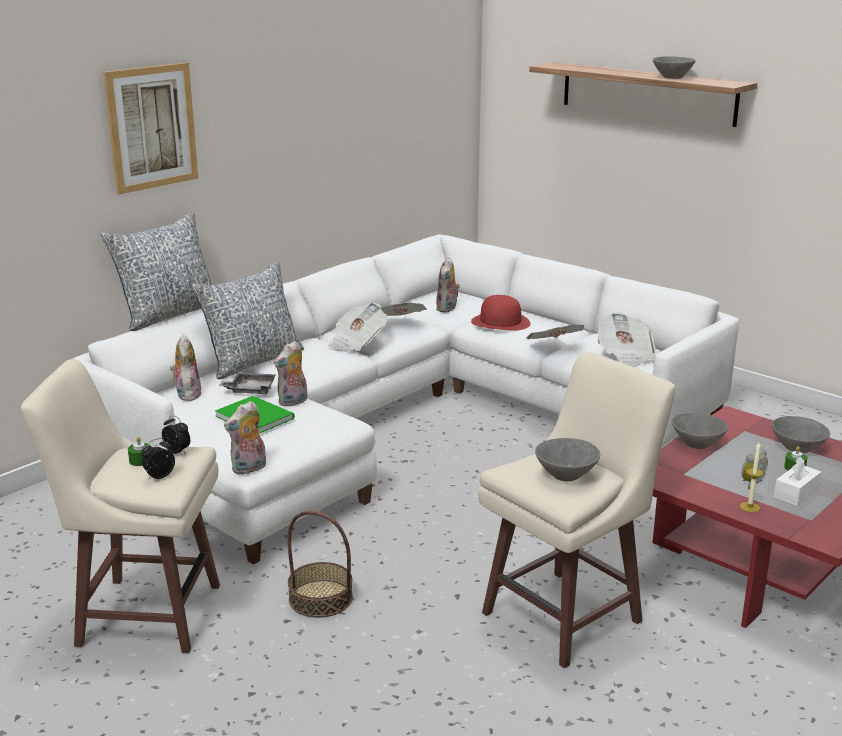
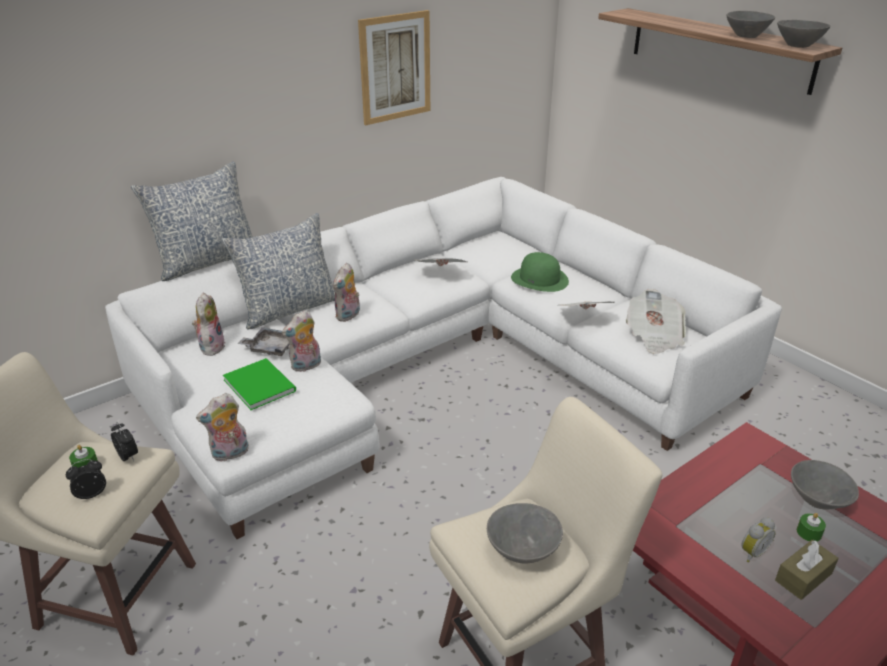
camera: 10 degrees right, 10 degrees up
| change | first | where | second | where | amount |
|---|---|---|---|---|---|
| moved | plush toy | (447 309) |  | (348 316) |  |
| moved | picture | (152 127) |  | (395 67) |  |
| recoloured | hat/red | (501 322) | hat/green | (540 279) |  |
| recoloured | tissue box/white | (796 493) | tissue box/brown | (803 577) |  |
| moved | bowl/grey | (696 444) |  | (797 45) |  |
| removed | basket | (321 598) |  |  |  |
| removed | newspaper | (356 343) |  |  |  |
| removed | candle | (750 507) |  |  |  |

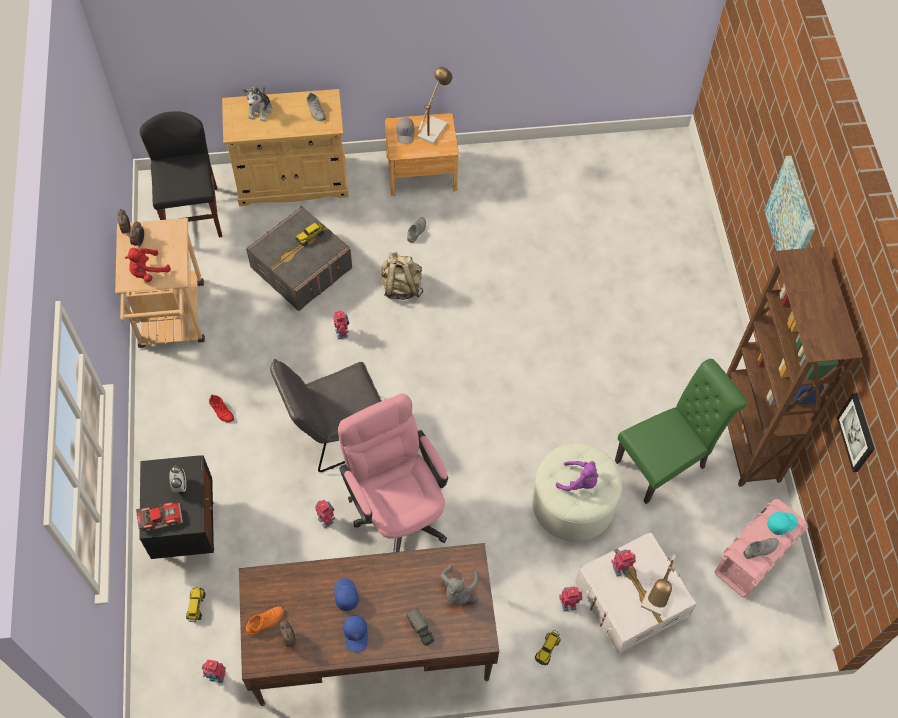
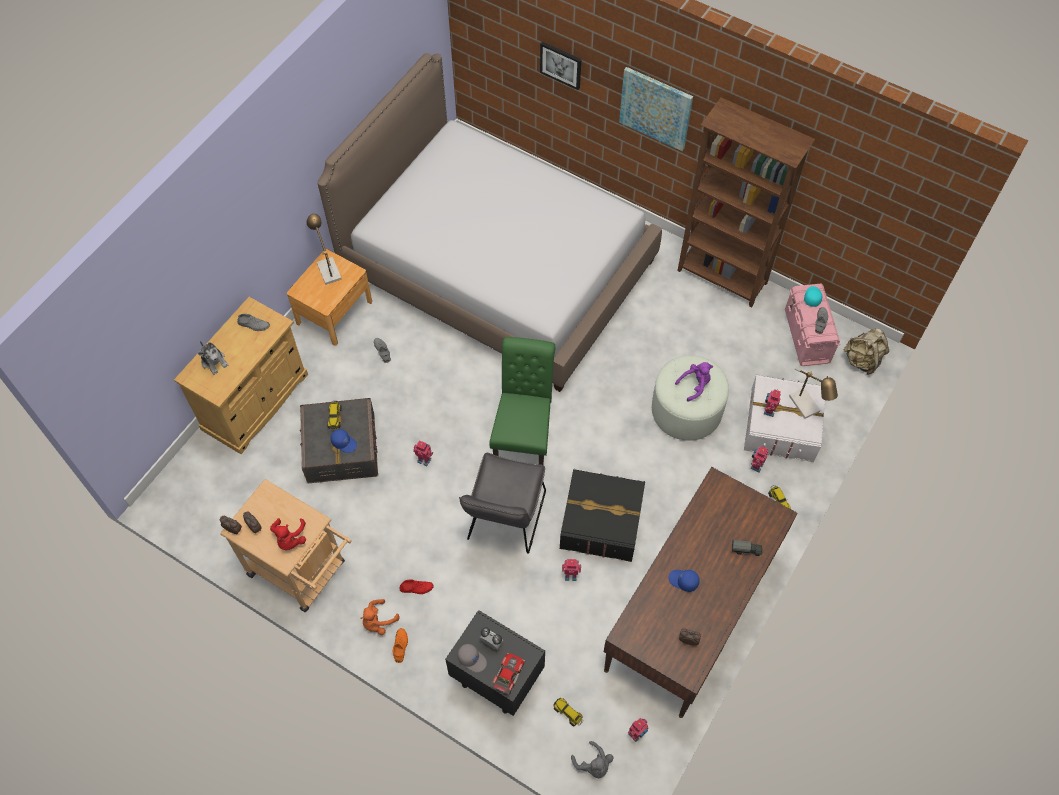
camera: 50 degrees left, 0 degrees up
| change | first | where | second | where | amount |
|---|---|---|---|---|---|
| added |  |  | bed | (498 267) |  |
| moved | cap/blue | (356 635) |  | (344 442) |  |
| added |  |  | plush toy/orange | (378 622) |  |
| moved | shoe/orange | (265 621) |  | (400 646) |  |
| moved | cap/grey | (406 134) |  | (472 659) |  |
| moved | chair/green | (665 462) |  | (524 435) |  |
| moved | picture | (857 432) |  | (561 65) |  |
| replaced | office chair/pink | (397 509) | storage box/black | (601 522) |  |
| moved | plush toy/grey | (459 592) |  | (593 765) |  |
| moved | backpack/beige | (401 287) |  | (862 360) |  |
| removed | chair/black | (193 216) |  |  |  |

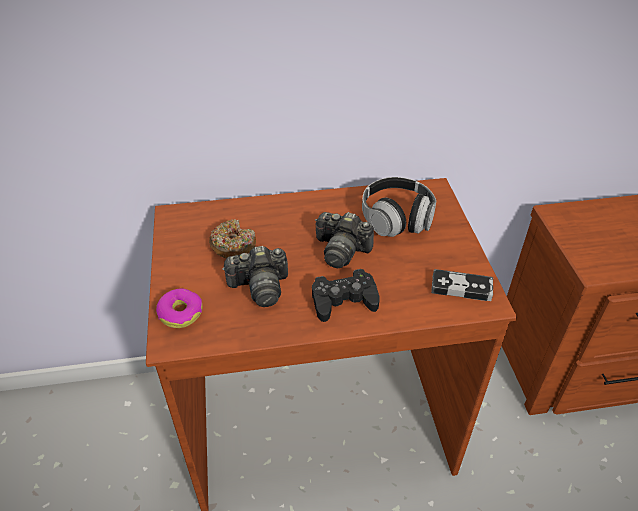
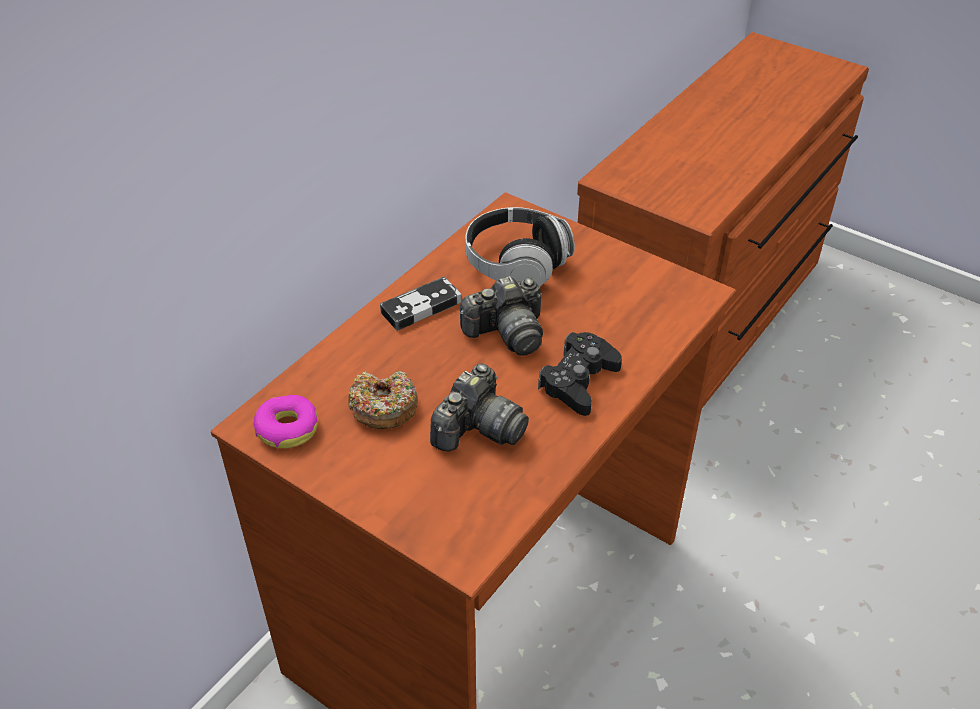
camera: 45 degrees left, 0 degrees up
| change | first | where | second | where | amount |
|---|---|---|---|---|---|
| moved | donut | (180 313) |  | (287 428) |  |
| moved | game controller | (461 288) |  | (421 307) |  |

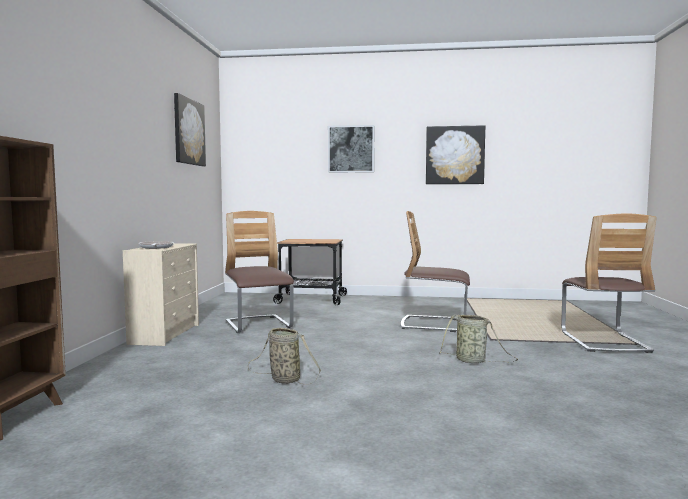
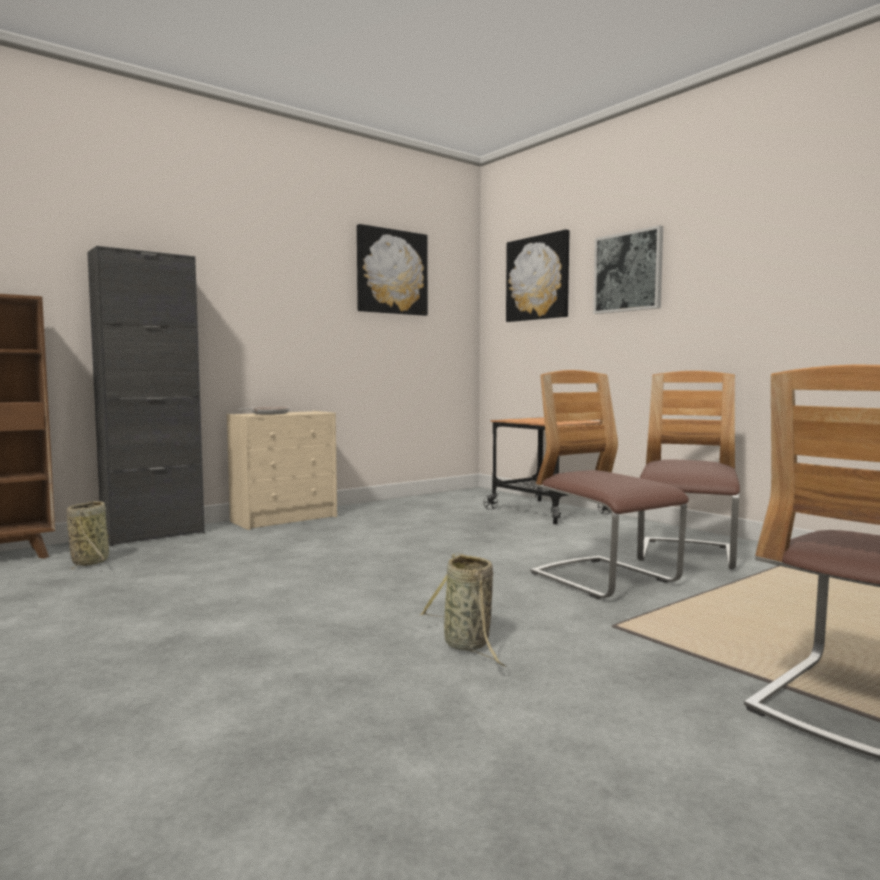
camera: 45 degrees right, 0 degrees up
| change | first | where | second | where | amount |
|---|---|---|---|---|---|
| moved | basket | (283 379) |  | (91 561) |  |
| added |  |  | cabinet/black | (153 535) |  |
| moved | picture | (454 155) |  | (538 278) |  |
| moved | chair | (258 325) |  | (686 555) |  |

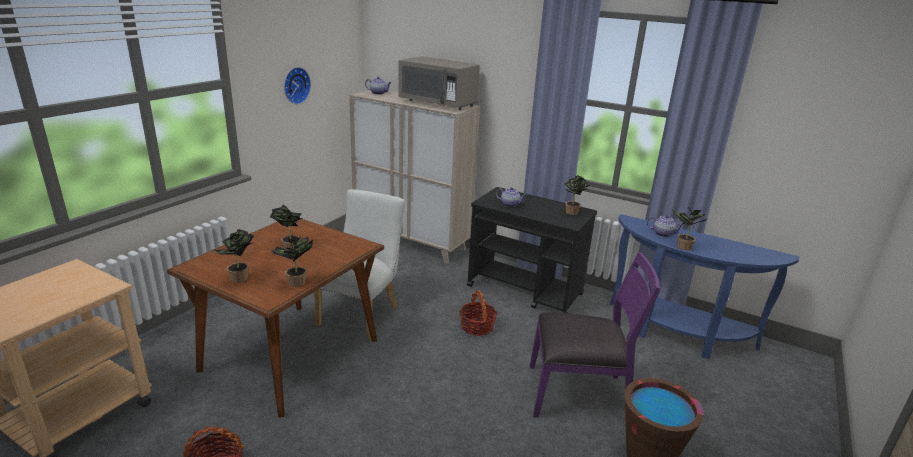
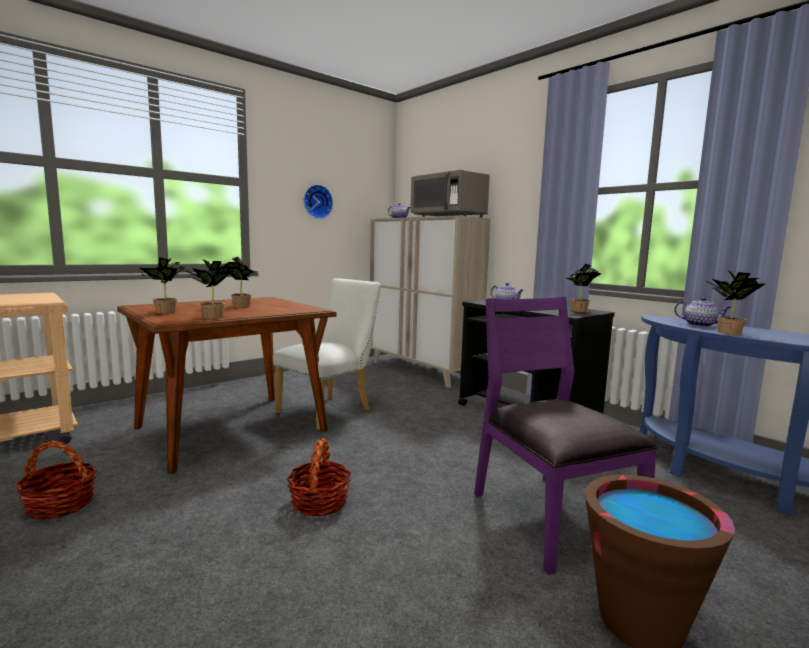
camera: 20 degrees right, 15 degrees down
| change | first | where | second | where | amount |
|---|---|---|---|---|---|
| moved | basket | (477 327) |  | (319 502) |  |
| turned | chair/purple | (578 393) |  | (550 517) | 135 degrees counterclockwise |

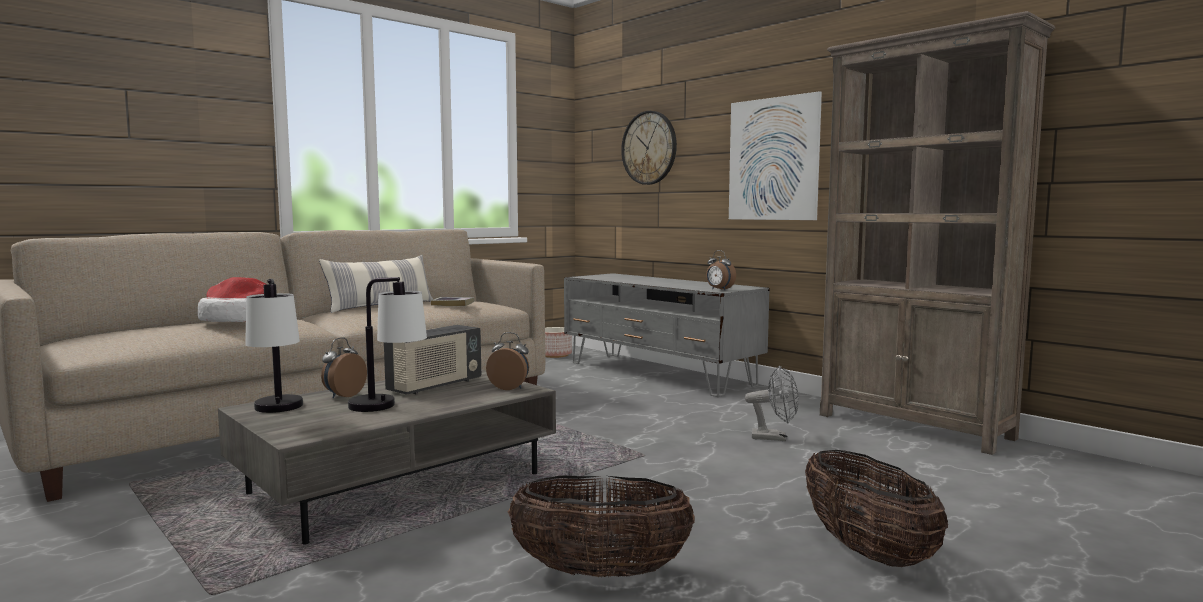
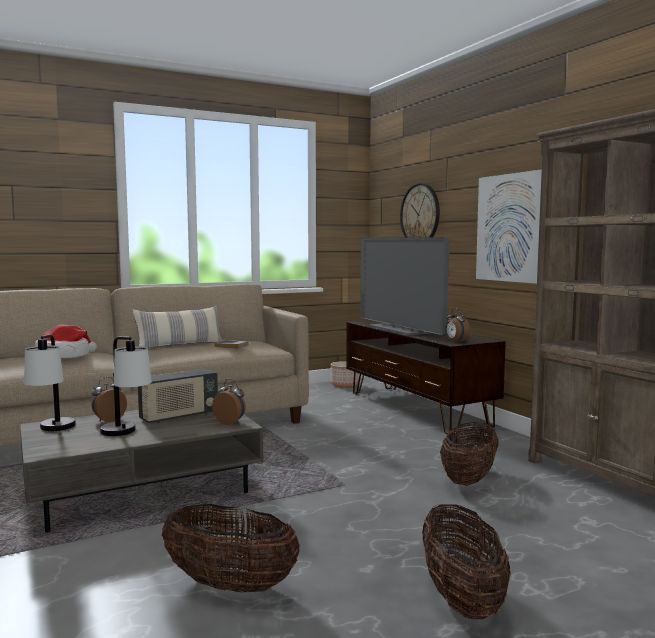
camera: 15 degrees right, 0 degrees up
| change | first | where | second | where | amount |
|---|---|---|---|---|---|
| recoloured | tv stand/grey | (658 374) | tv stand/brown | (416 408) |  |
| added |  |  | television | (402 329) |  |
| replaced | fan/grey | (775 438) | basket | (469 479) |  |

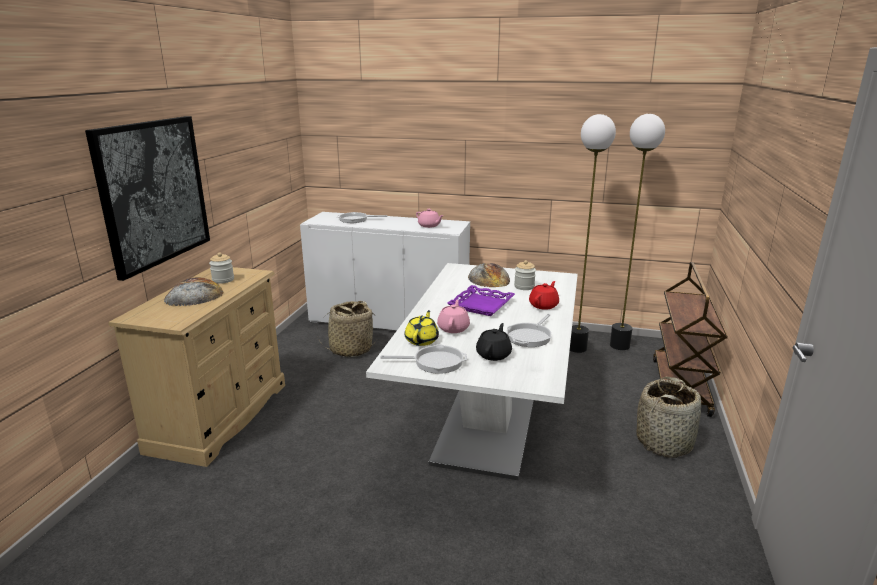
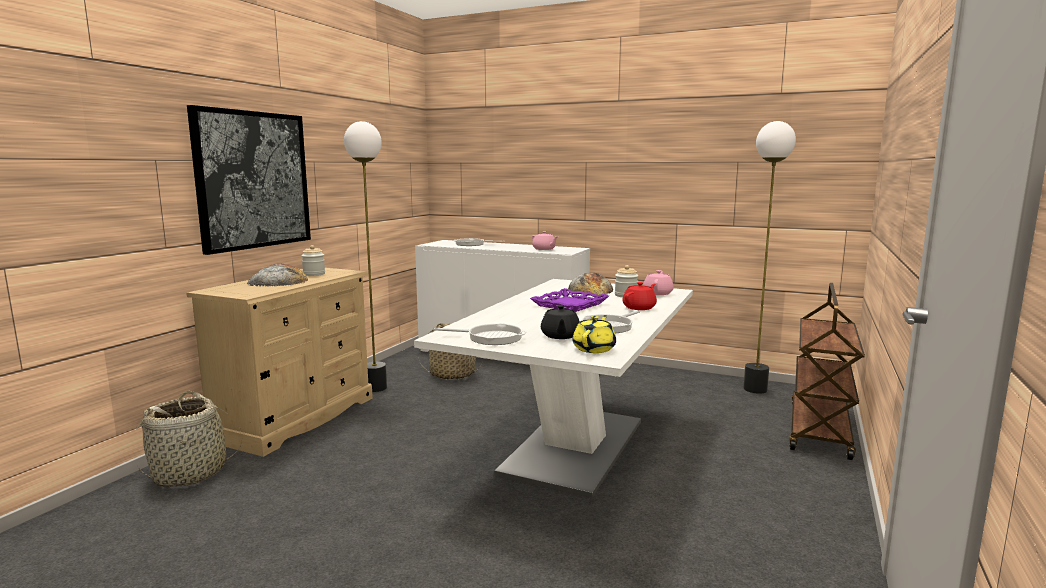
camera: 10 degrees right, 10 degrees down
| change | first | where | second | where | amount |
|---|---|---|---|---|---|
| moved | basket | (664 442) |  | (190 473) |  |
| moved | floor lamp | (576 348) |  | (375 387) |  |
| turned | teapot/black | (494 354) |  | (560 336) | 150 degrees clockwise |
| moved | teapot/yellow | (422 340) |  | (594 349) |  |
| moved | teapot/pink | (453 328) |  | (658 293) |  |

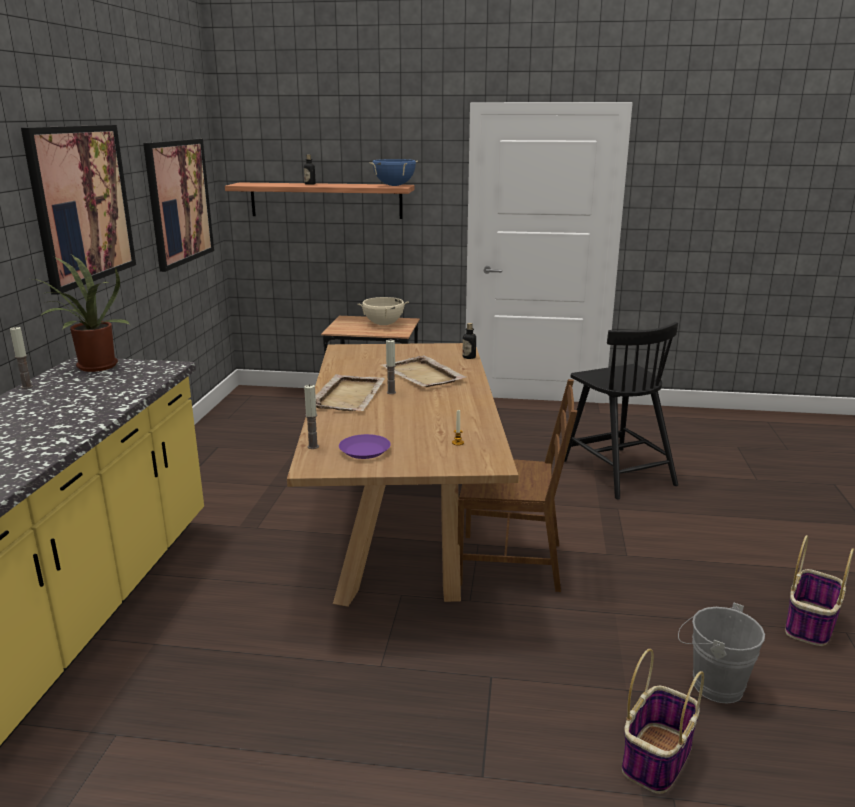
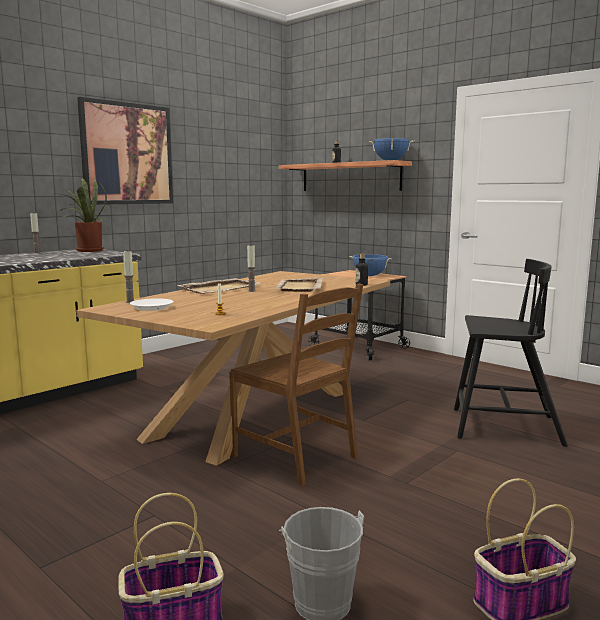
camera: 35 degrees right, 10 degrees down
| change | first | where | second | where | amount |
|---|---|---|---|---|---|
| recoloured | plate/purple | (364 451) | plate/white | (151 307) |  |
| recoloured | cooking pot/beige | (383 324) | cooking pot/blue | (369 276) |  |
| turned | chair/black | (617 471) |  | (503 427) | 90 degrees counterclockwise |
| removed | picture | (179 202) |  |  |  |

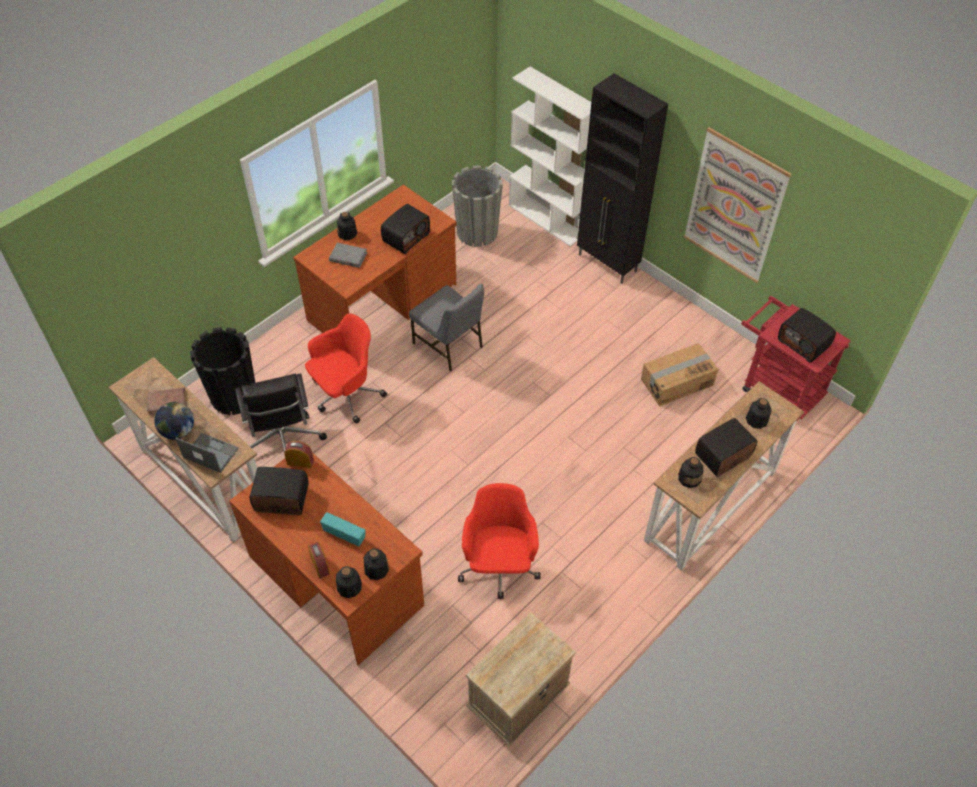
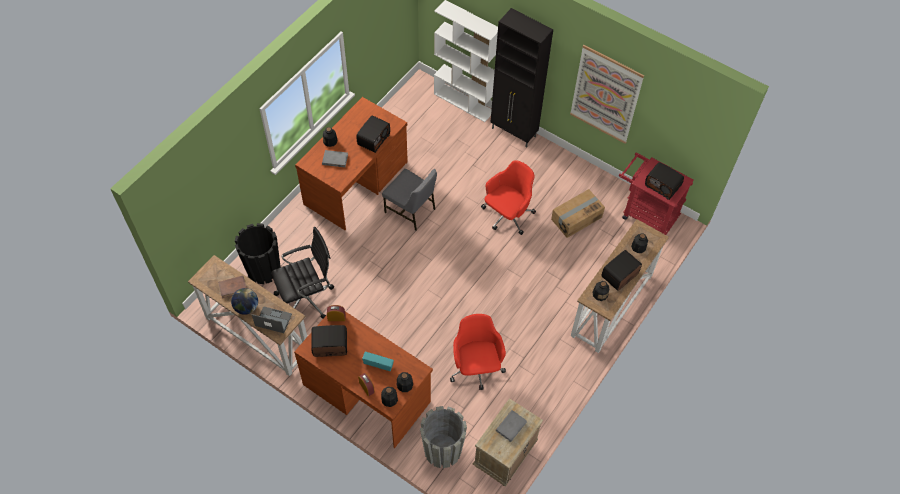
camera: 10 degrees left, 5 degrees up
| change | first | where | second | where | amount |
|---|---|---|---|---|---|
| turned | office chair/black | (283 441) |  | (307 298) | 90 degrees counterclockwise |
| moved | planter/grey | (477 232) |  | (442 450) |  |
| moved | office chair/red | (346 394) |  | (507 215) |  |
| added |  |  | book/grey | (511 426) |  |

